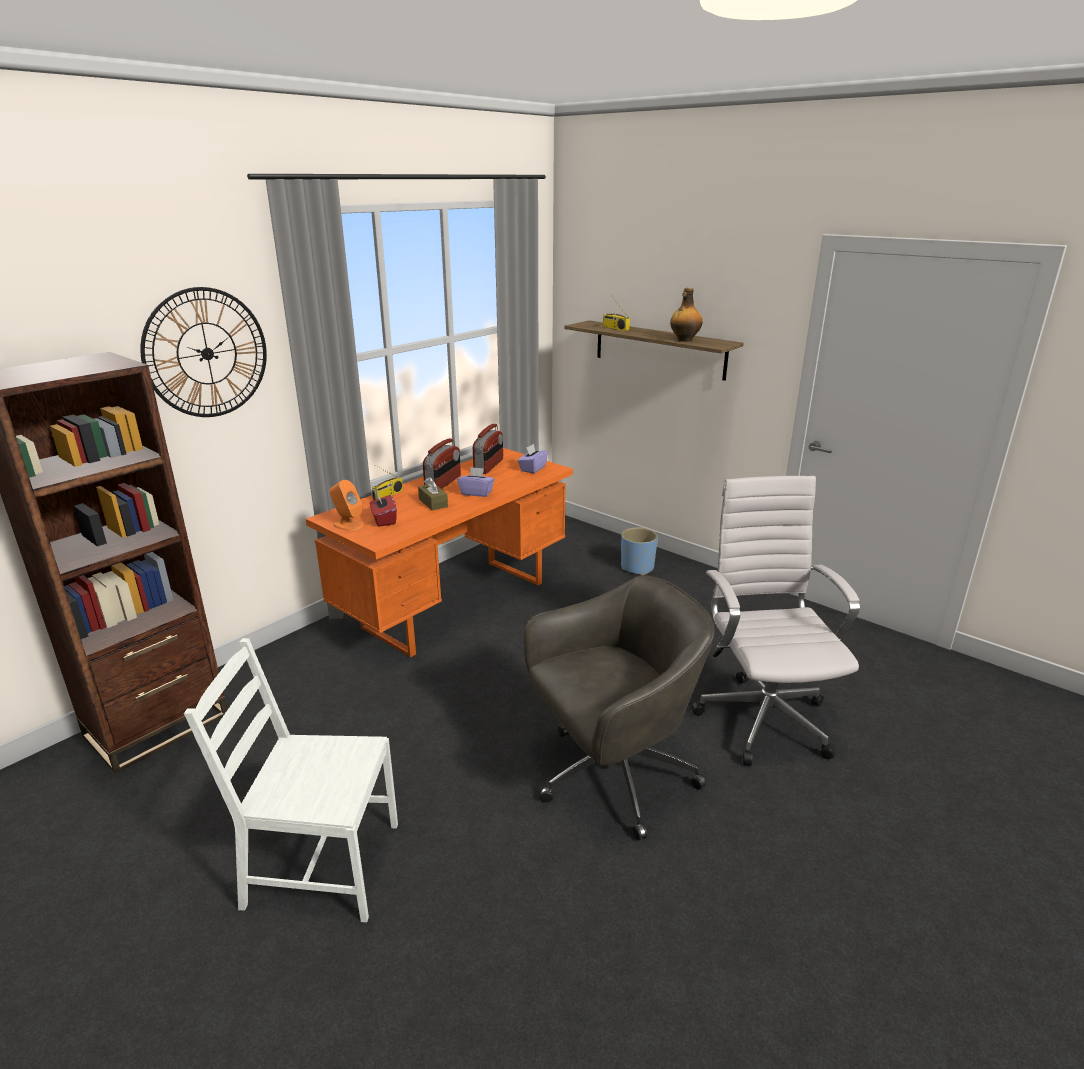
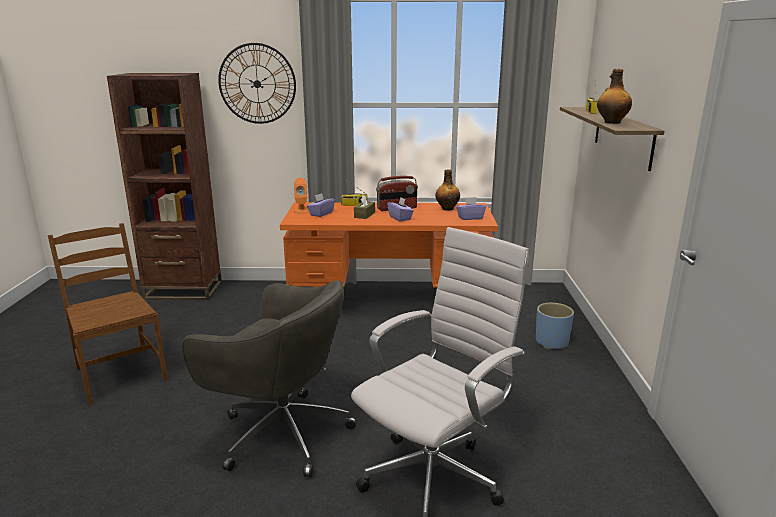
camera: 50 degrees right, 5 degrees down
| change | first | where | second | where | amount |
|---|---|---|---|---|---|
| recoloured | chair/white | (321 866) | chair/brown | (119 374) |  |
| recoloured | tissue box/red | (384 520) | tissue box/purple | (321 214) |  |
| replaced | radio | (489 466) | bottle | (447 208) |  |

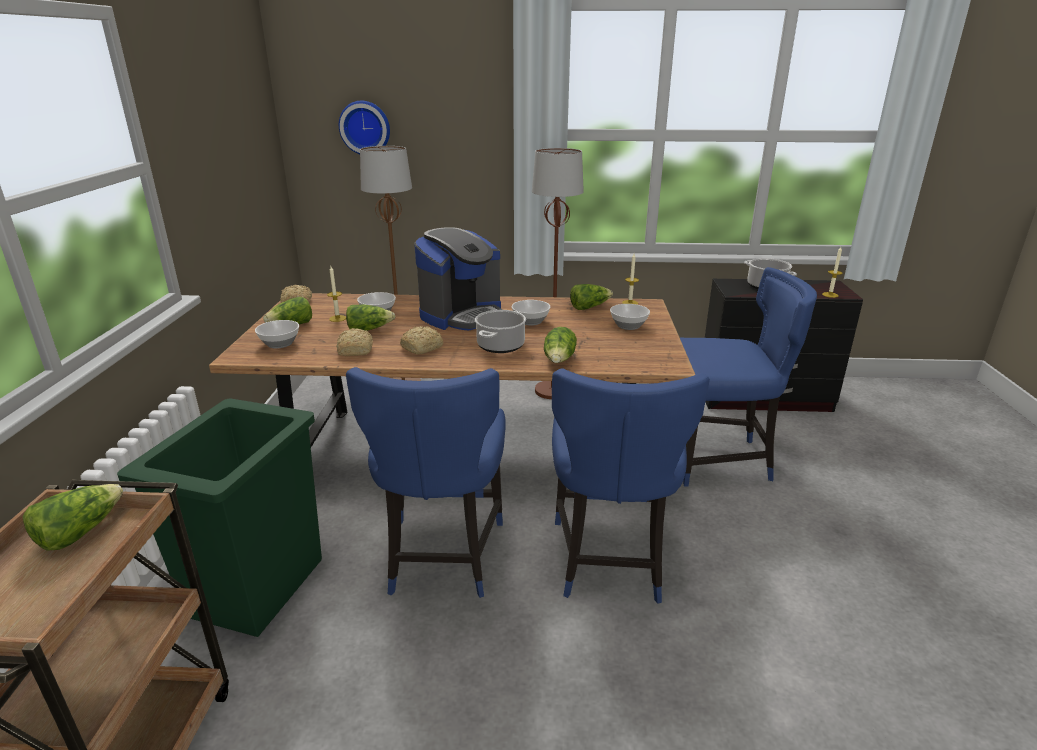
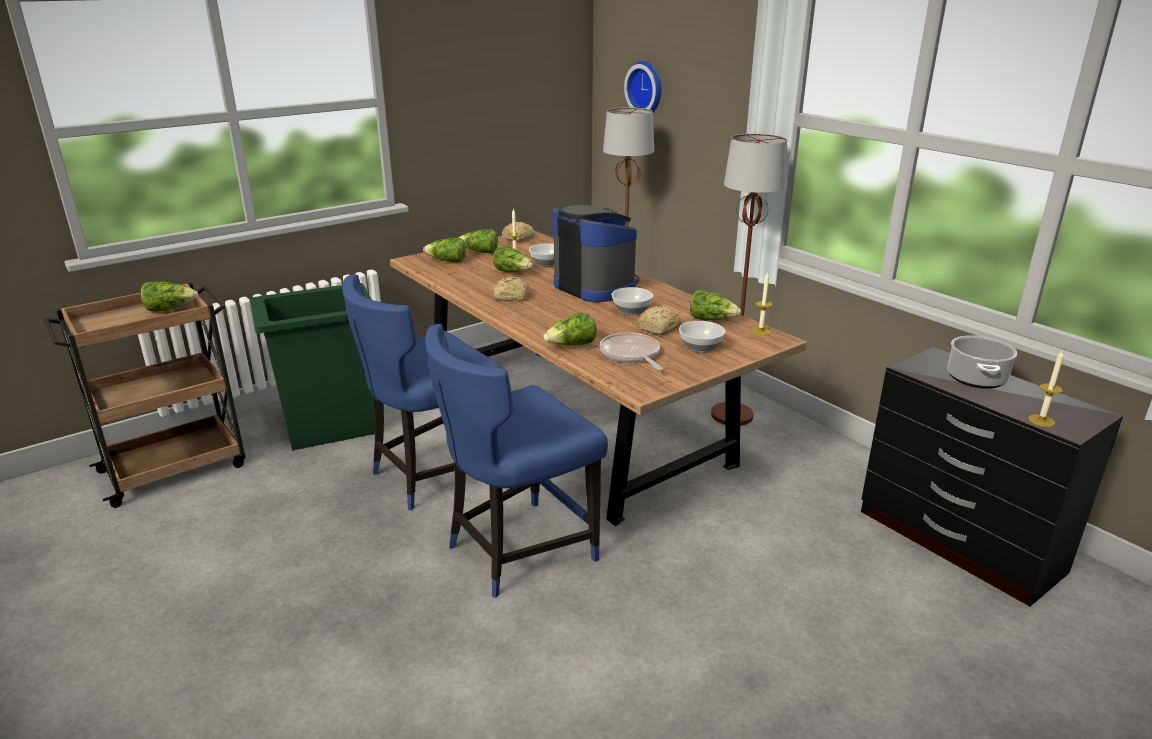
camera: 50 degrees right, 0 degrees up
| change | first | where | second | where | amount |
|---|---|---|---|---|---|
| replaced | bowl | (280 344) | lettuce | (447 261) |  |
| turned | coffee machine | (462 315) |  | (595 286) | 135 degrees counterclockwise |
| added |  |  | frying pan | (631 355) |  |
| moved | bread | (356 350) |  | (659 328) |  |
| removed | cooking pot | (500 346) |  |  |  |
| removed | chair/blue | (720 460) |  |  |  |

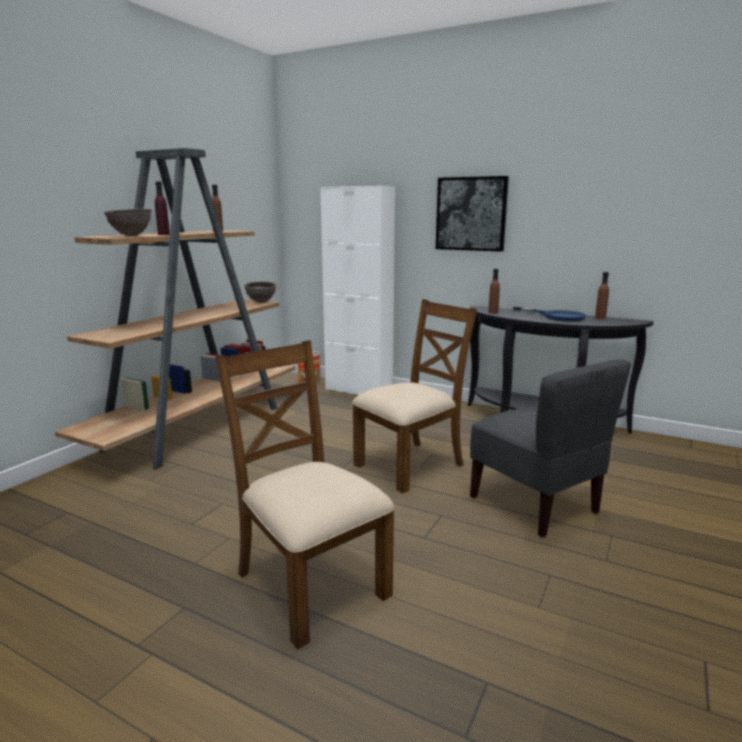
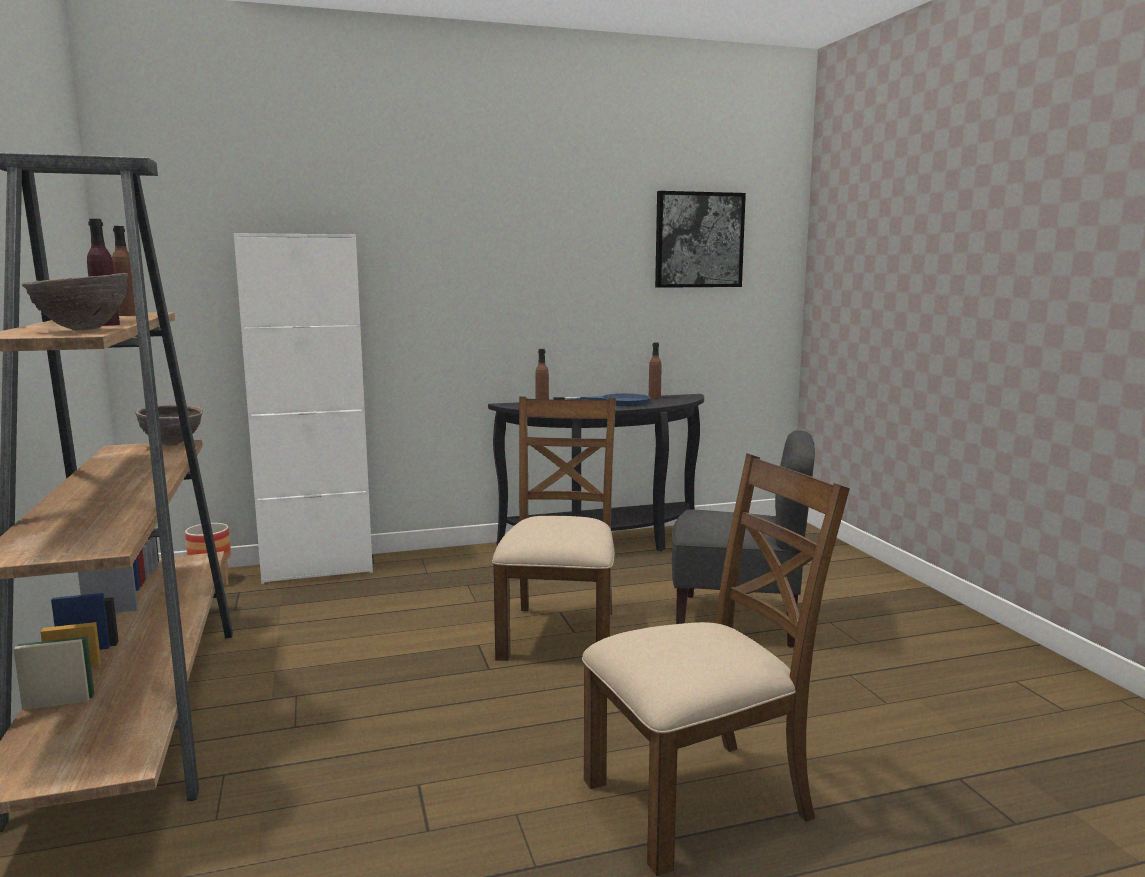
camera: 45 degrees left, 5 degrees down
| change | first | where | second | where | amount |
|---|---|---|---|---|---|
| turned | chair/brown | (310 584) |  | (700 799) | 150 degrees clockwise |
| moved | picture | (471 214) |  | (698 240) |  |

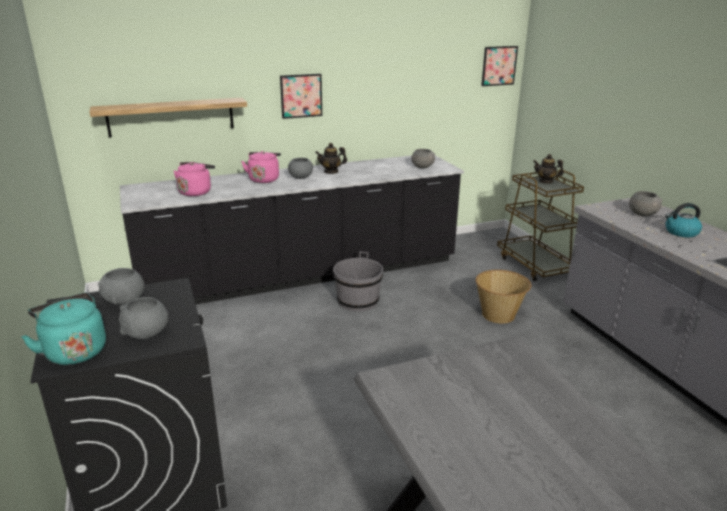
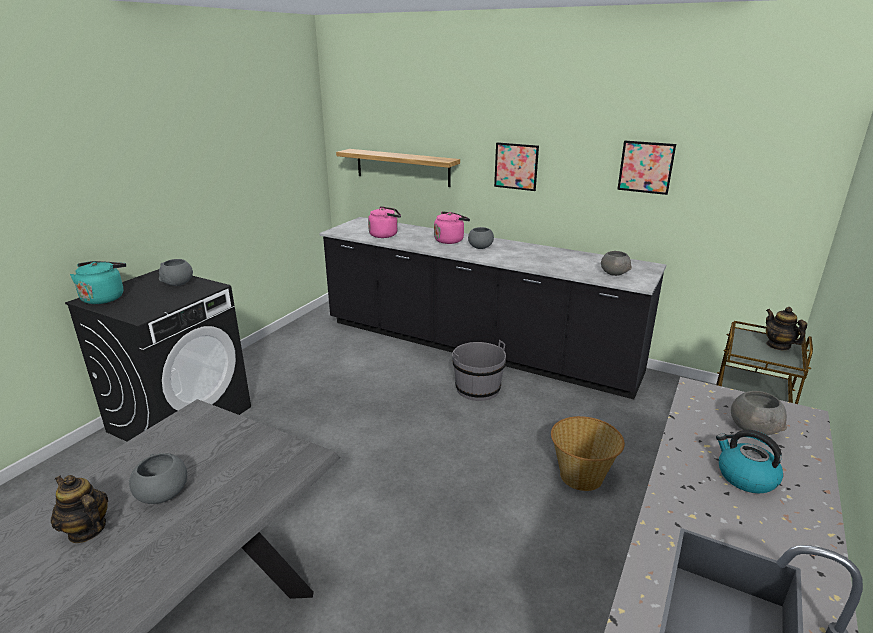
camera: 50 degrees right, 0 degrees up
| change | first | where | second | where | amount |
|---|---|---|---|---|---|
| moved | teapot | (331 171) |  | (86 530) |  |
| moved | bowl/grey | (147 333) |  | (163 494) |  |
| moved | picture | (499 66) |  | (646 167) |  |

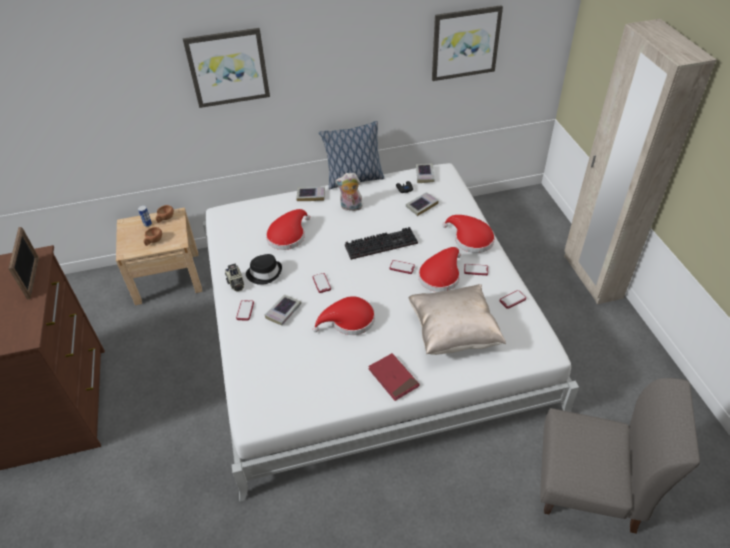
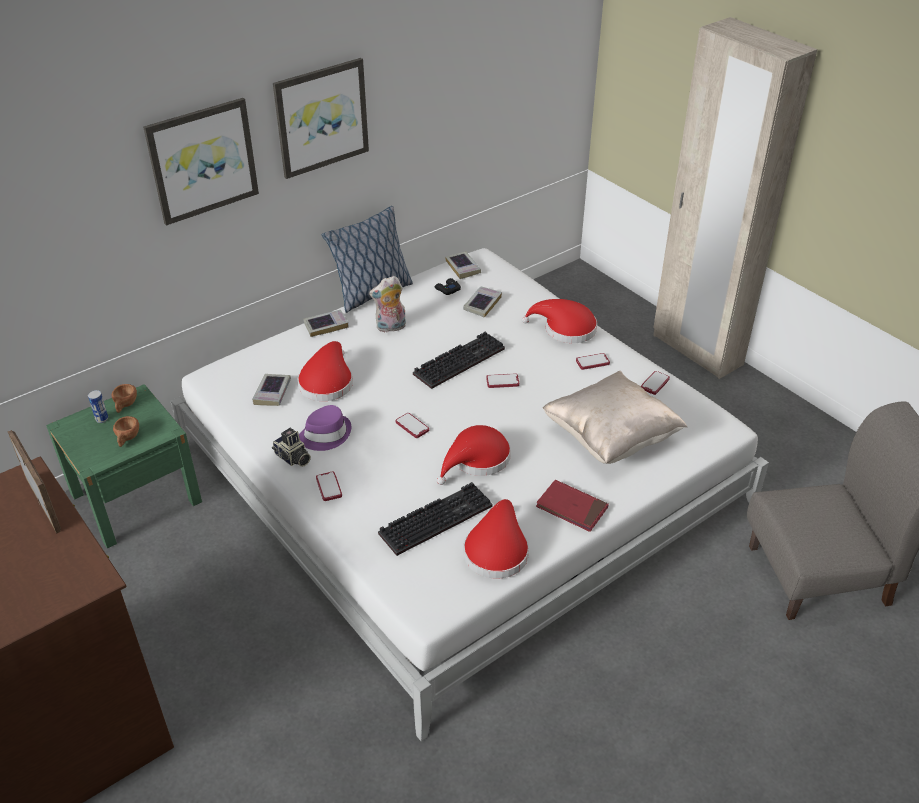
camera: 25 degrees left, 5 degrees down
| change | first | where | second | where | amount |
|---|---|---|---|---|---|
| recoloured | nightstand/beige | (167 277) | nightstand/green | (136 498) |  |
| moved | book | (283 312) |  | (272 392) |  |
| moved | picture | (465 43) |  | (321 117) |  |
| recoloured | hat/black | (264 273) | hat/purple | (325 434) |  |
| added |  |  | keyboard | (436 518) |  |
| moved | hat/red | (440 275) |  | (496 550) |  |

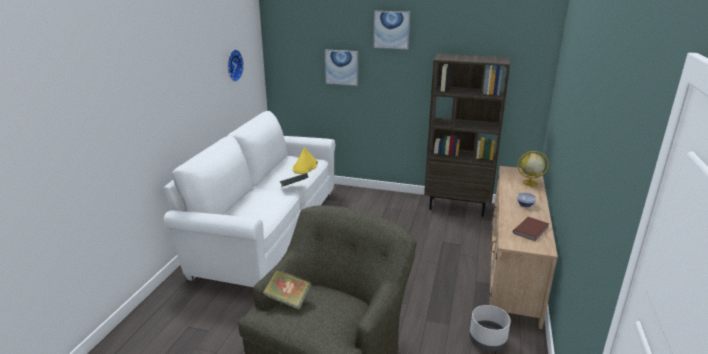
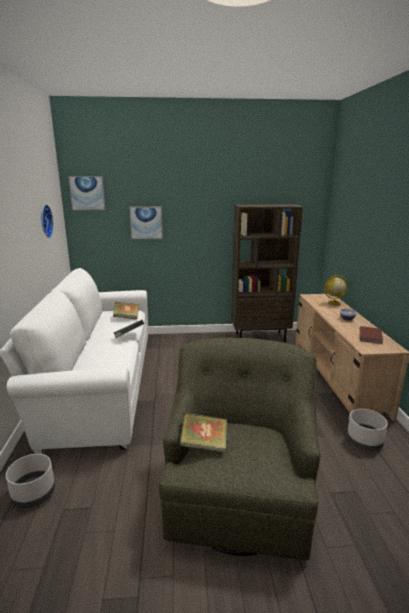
camera: 20 degrees left, 5 degrees down
| change | first | where | second | where | amount |
|---|---|---|---|---|---|
| added |  |  | planter/grey | (34 494) |  |
| moved | picture | (391 29) |  | (87 193) |  |
| replaced | hat/yellow | (305 166) | book | (126 317) |  |

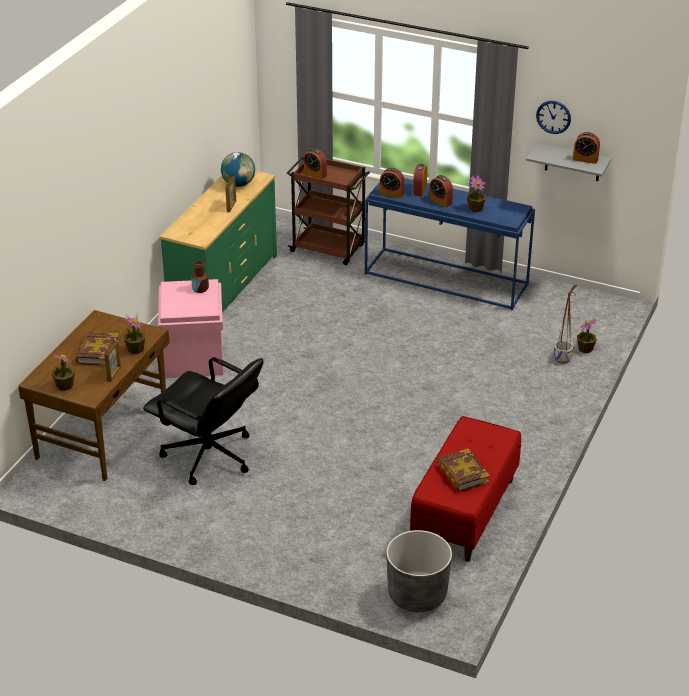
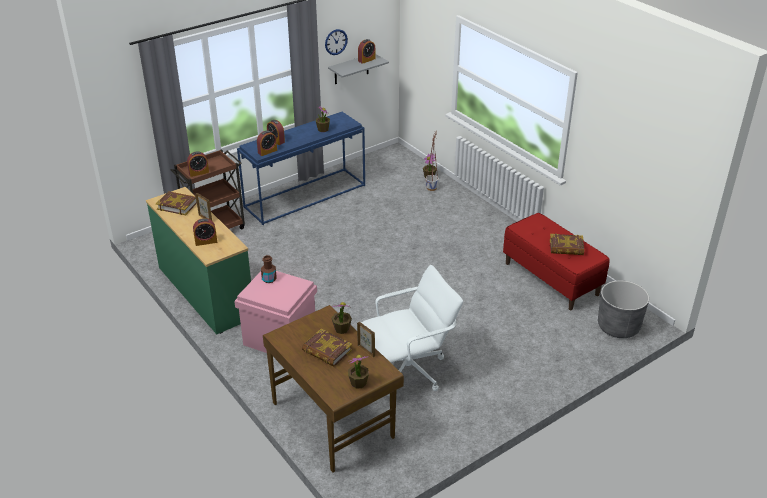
camera: 60 degrees left, 0 degrees up
| change | first | where | second | where | amount |
|---|---|---|---|---|---|
| replaced | globe | (238 184) | book | (177 205) |  |
| moved | alarm clock | (440 201) |  | (206 241) |  |
| recoloured | office chair/black | (209 457) | office chair/white | (409 371) |  |

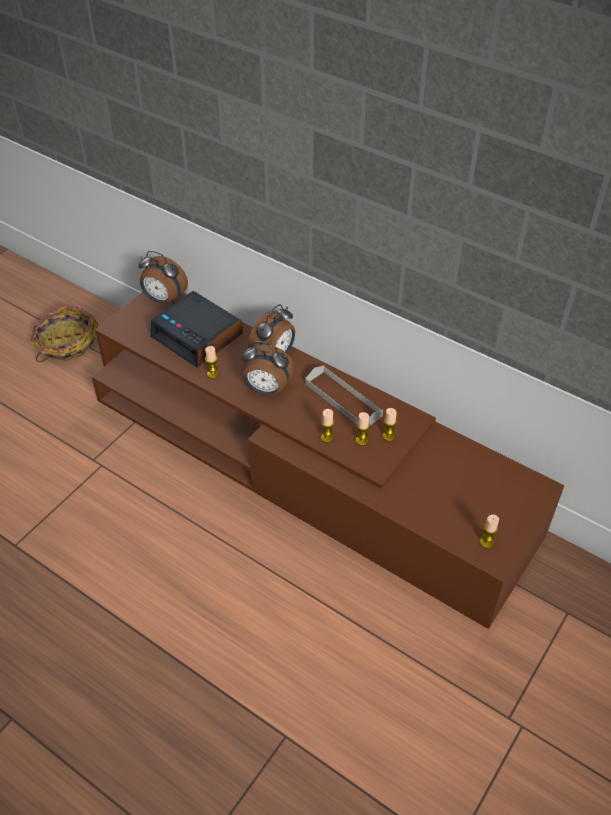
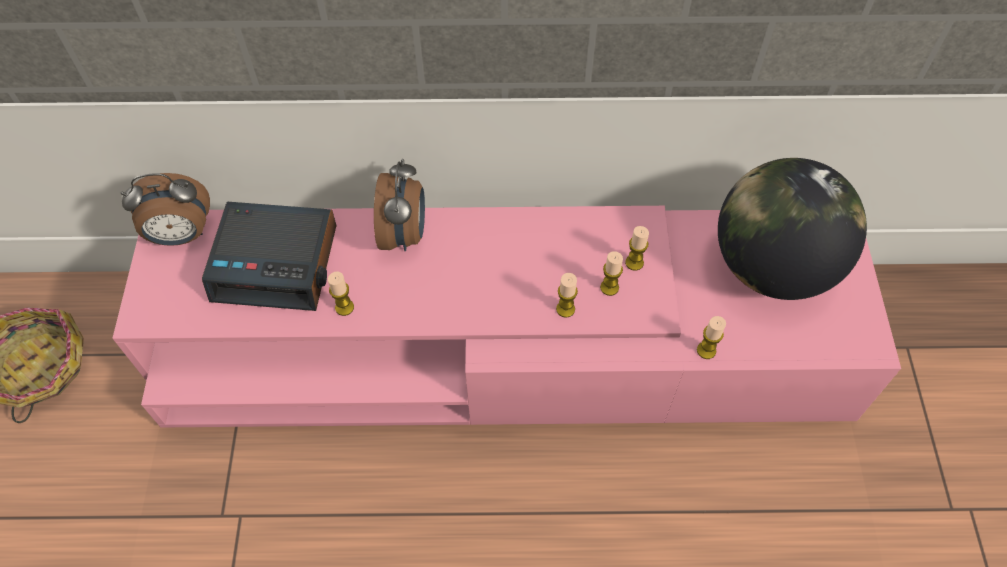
camera: 35 degrees left, 10 degrees up
| change | first | where | second | where | amount |
|---|---|---|---|---|---|
| recoloured | tv stand/brown | (305 466) | tv stand/pink | (504 349) |  |
| moved | candle | (486 542) |  | (706 350) |  |
| added |  |  | globe | (772 267) |  |
| removed | alarm clock | (267 390) |  |  |  |
| removed | tray/grey | (343 399) |  |  |  |

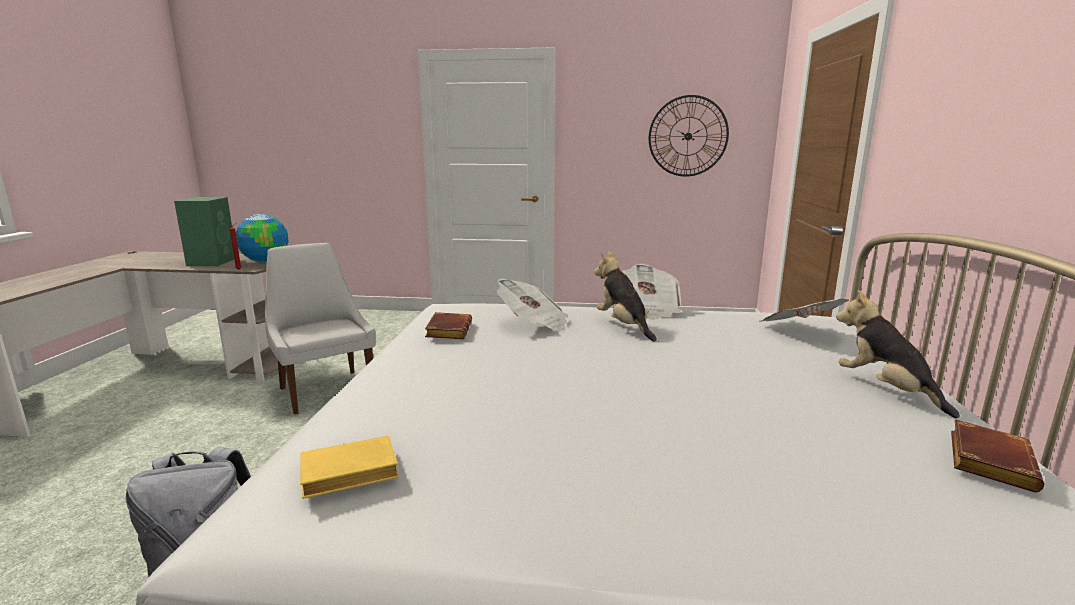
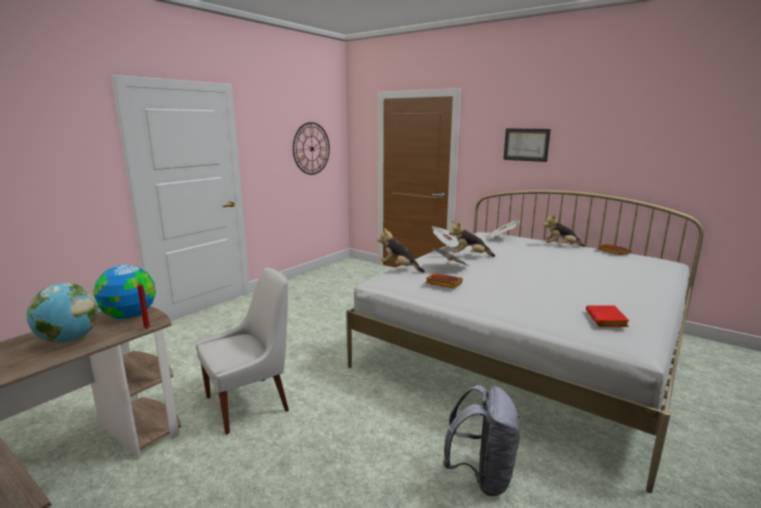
camera: 60 degrees left, 0 degrees up
| change | first | where | second | where | amount |
|---|---|---|---|---|---|
| replaced | speaker/green | (213 261) | globe | (69 340) |  |
| turned | chair/white | (325 390) |  | (250 403) | 150 degrees clockwise |
| added |  |  | plush toy | (399 267) |  |
| added |  |  | picture | (526 144) |  |
| recoloured | book/yellow | (347 476) | book/red | (607 320) |  |

